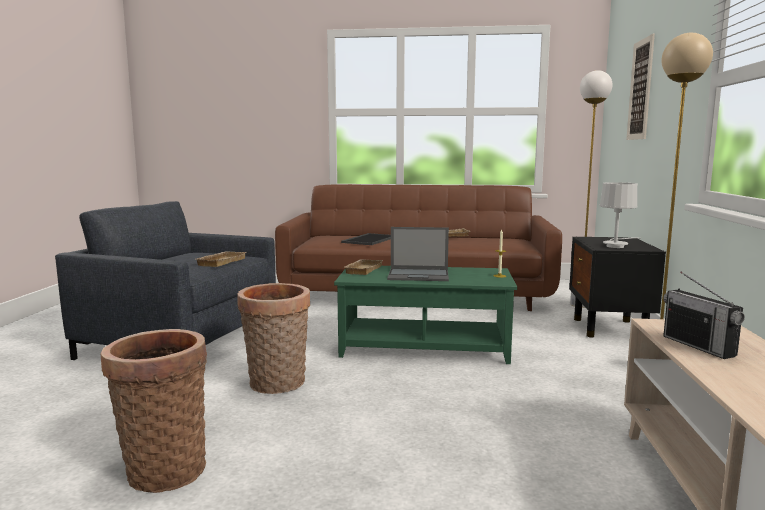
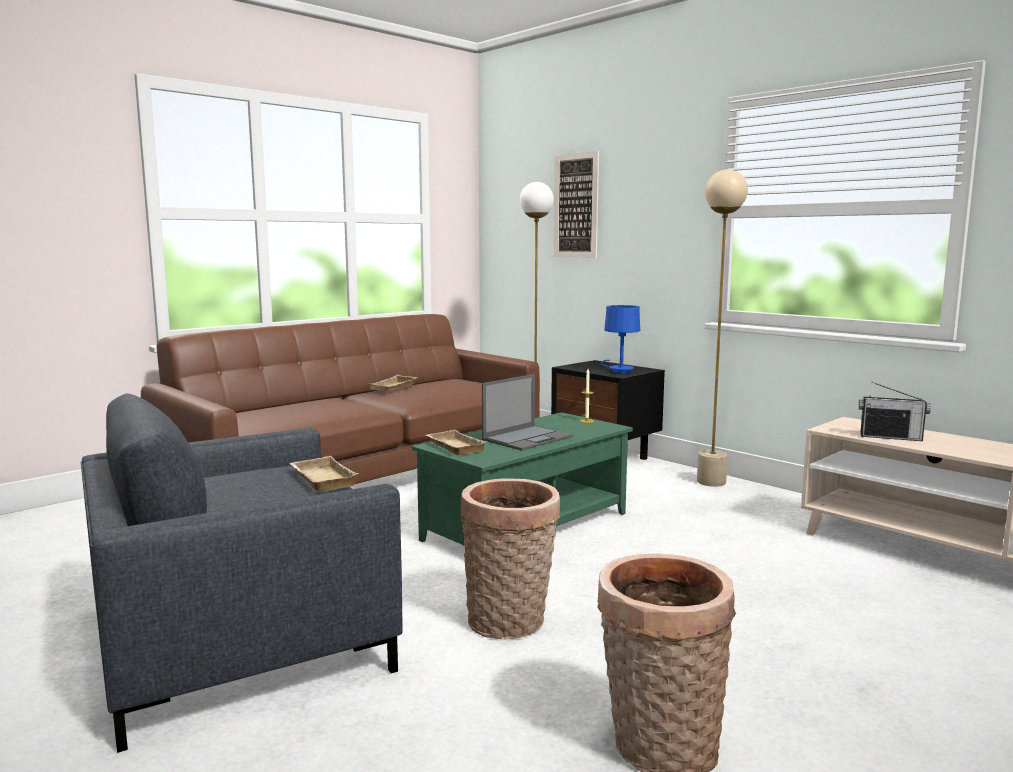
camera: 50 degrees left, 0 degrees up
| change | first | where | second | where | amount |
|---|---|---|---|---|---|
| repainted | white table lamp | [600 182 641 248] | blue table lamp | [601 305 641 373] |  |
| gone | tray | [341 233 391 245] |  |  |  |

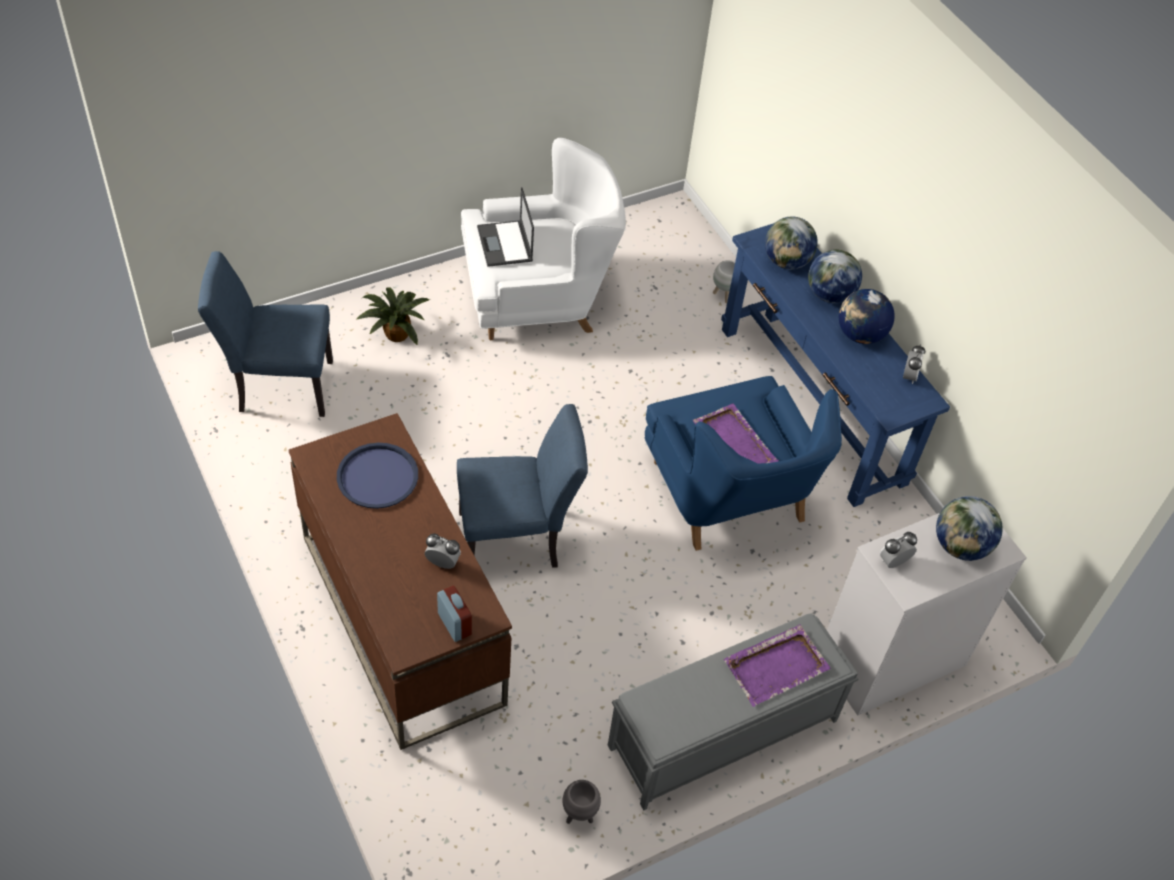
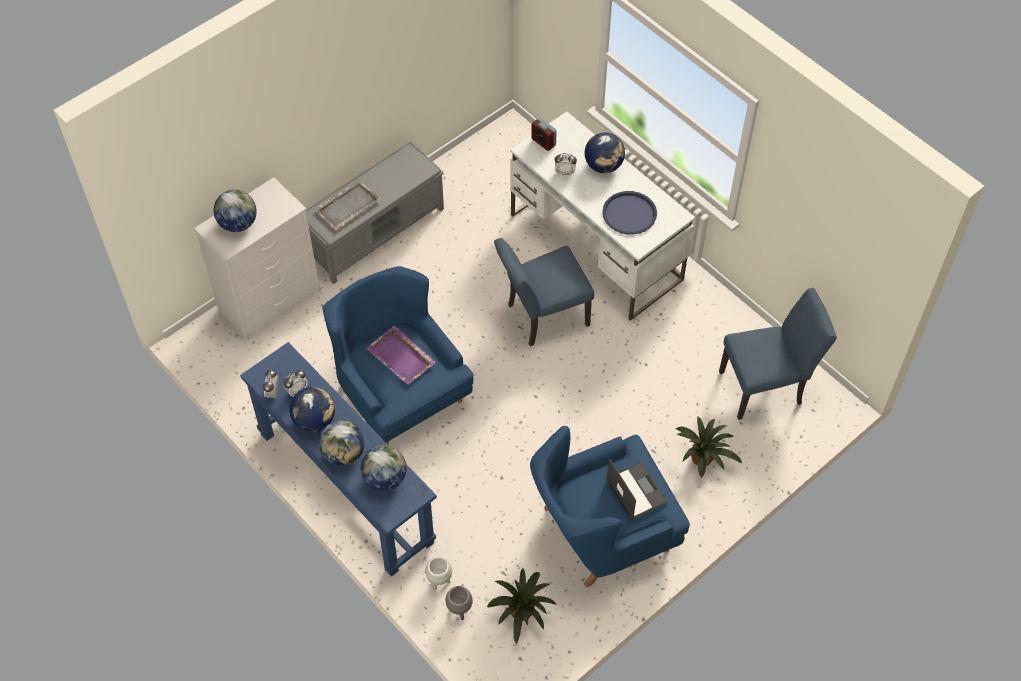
camera: 170 degrees right, 5 degrees up
| change | first | where | second | where | amount |
|---|---|---|---|---|---|
| repainted | white armchair | [461 138 626 340] | blue armchair | [530 426 690 587] |  |
| repainted | brown desk | [288 413 512 750] | white desk | [510 112 695 321] |  |
| shifted | alarm clock | [880 532 917 568] |  | [283 370 308 397] |  |
| repainted | purple tray | [724 625 831 707] | grey tray | [314 180 381 230] |  |
| shifted | grey planter | [562 780 601 824] |  | [445 586 473 620] |  |
| new |  |  | globe | [585 133 625 173] |  |
| new |  |  | potted plant | [487 568 557 644] |  |

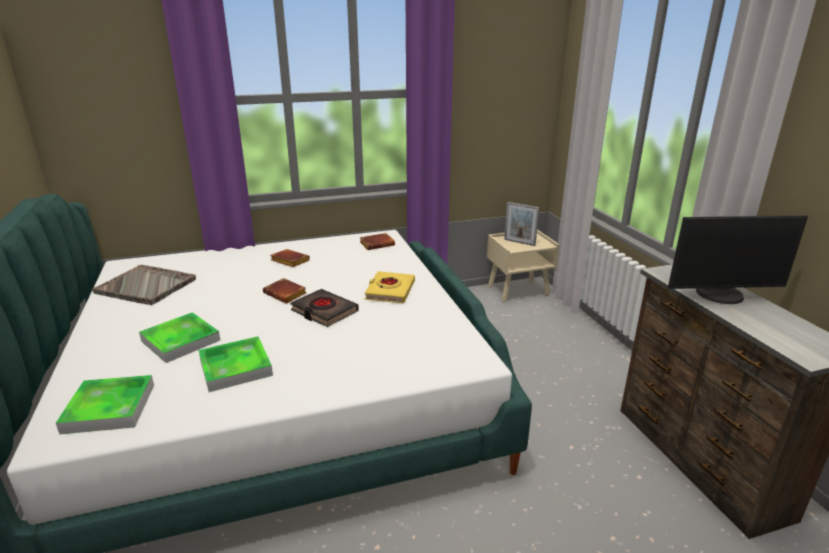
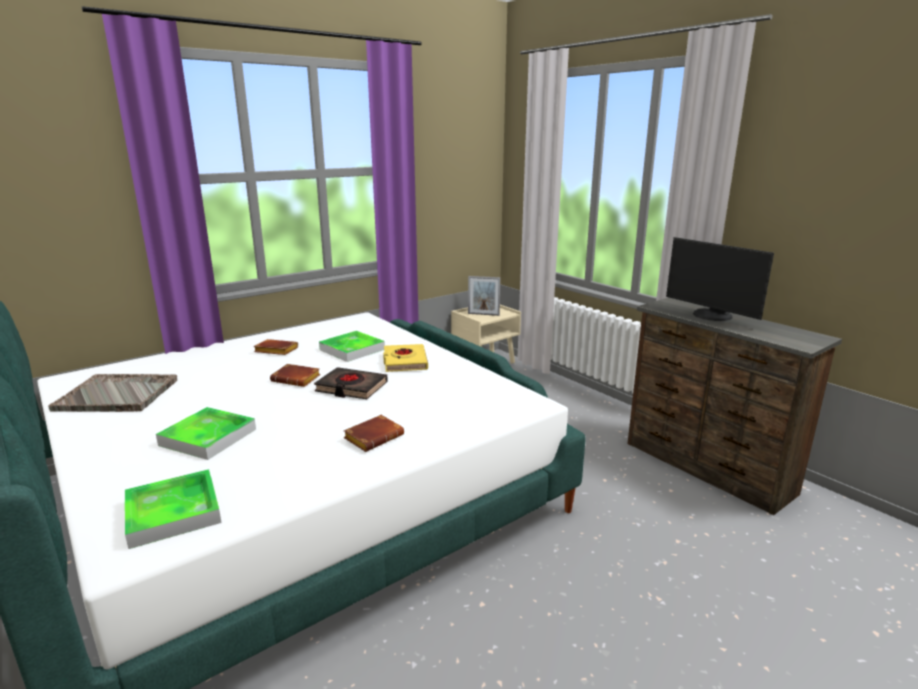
camera: 20 degrees left, 5 degrees down
| change | first | where | second | where | amount |
|---|---|---|---|---|---|
| rotated | monitor | [668 215 808 304] |  | [666 237 774 321] | 75 degrees clockwise |
| shifted | brown book | [360 233 395 250] |  | [344 415 404 452] |  |
| shifted | tray | [199 336 273 392] |  | [319 331 385 362] |  |

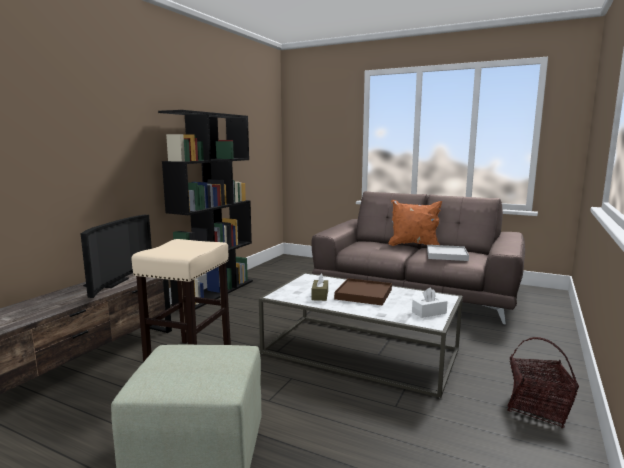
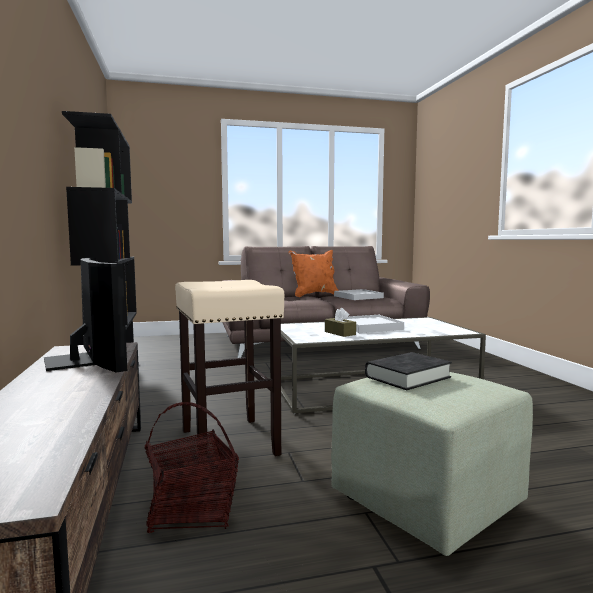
camera: 40 degrees left, 5 degrees down
| change | first | where | second | where | amount |
|---|---|---|---|---|---|
| repainted | brown tray | [334 278 392 306] | white tray | [345 315 404 333] |  |
| gone | white tissue box | [412 287 447 318] |  |  |  |
| shifted | basket | [507 337 579 428] |  | [145 402 239 533] |  |
| new |  |  | black book | [365 352 452 390] |  |

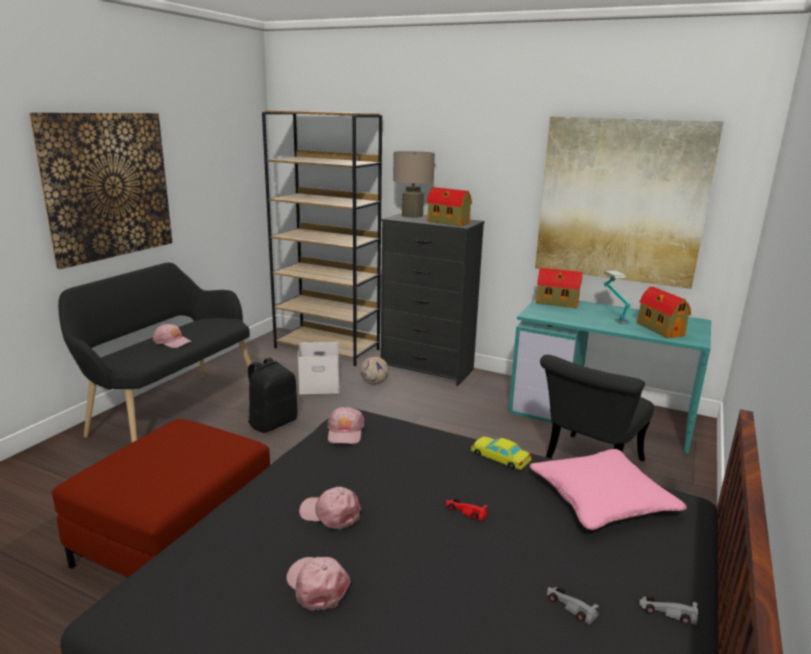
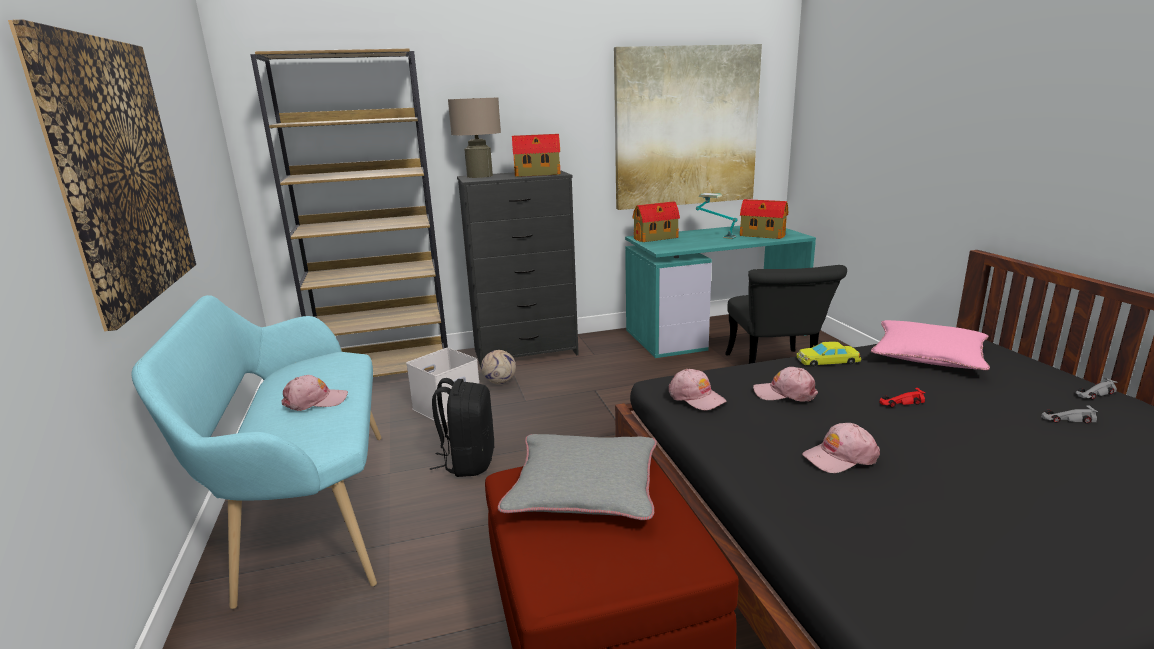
camera: 40 degrees left, 0 degrees up
| change | first | where | second | where | amount |
|---|---|---|---|---|---|
| repainted | black bench | [58 263 252 442] | turquoise bench | [131 295 381 609] |  |
| shifted | pink cap | [286 557 350 610] |  | [753 367 818 402] |  |
| new |  |  | grey pillow | [498 434 657 520] |  |

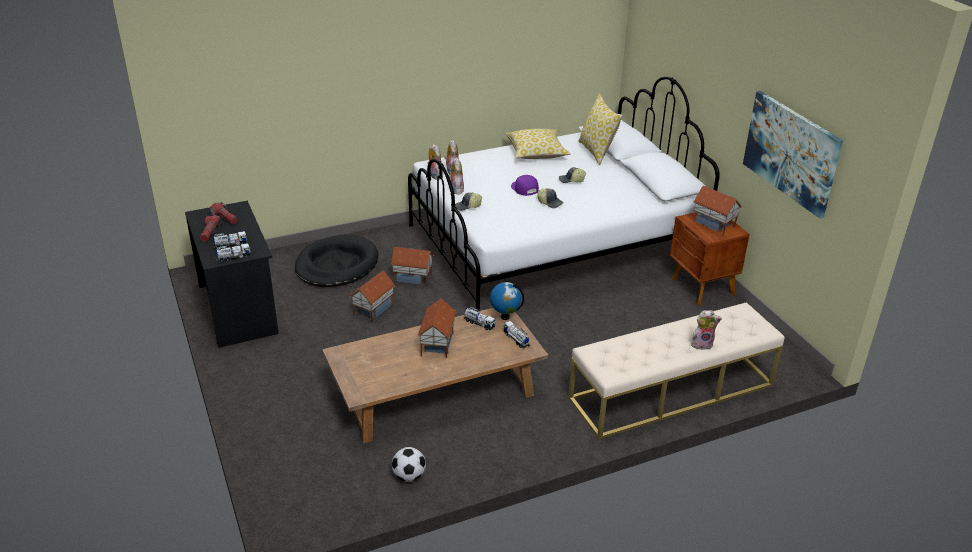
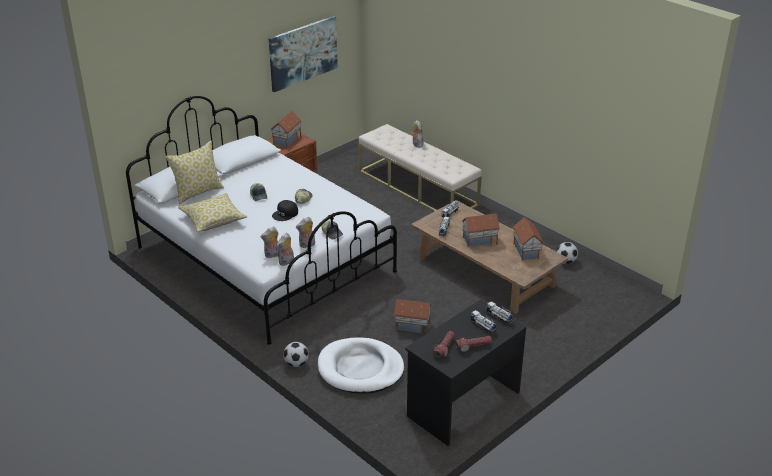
camera: 110 degrees left, 0 degrees up
| change | first | where | second | where | amount |
|---|---|---|---|---|---|
| repainted | purple cap | [511 175 539 196] | black cap | [272 200 298 221] |  |
| repainted | black dog bed | [295 235 378 287] | white dog bed | [318 337 404 394] |  |
| shifted | toy house | [391 247 434 287] |  | [512 217 544 261] |  |
| gone | globe | [490 282 524 320] |  |  |  |
| new |  |  | football | [283 342 309 367] |  |

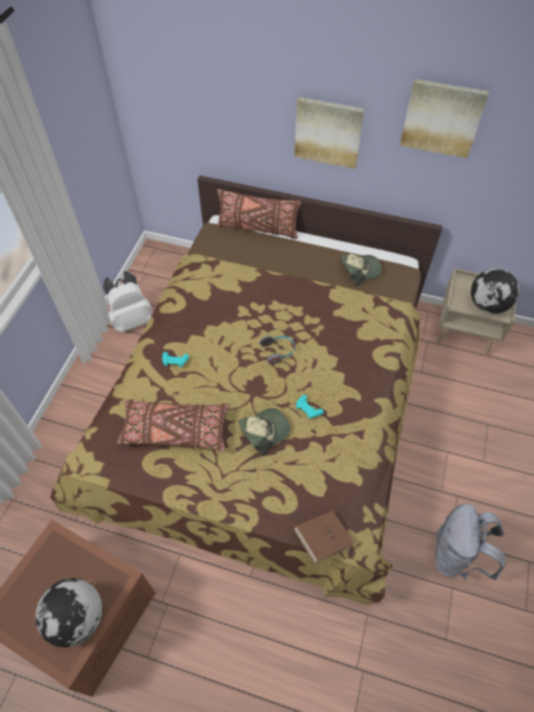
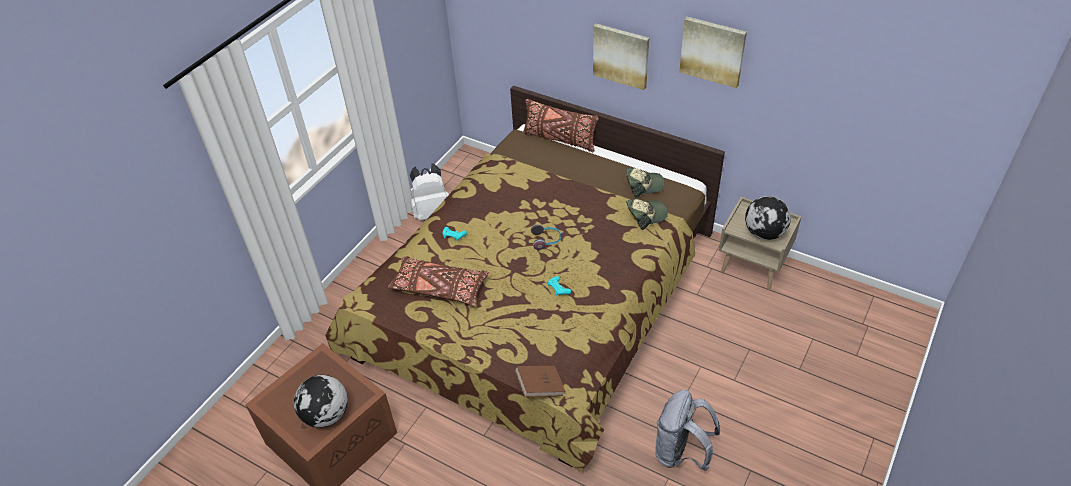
camera: 15 degrees right, 10 degrees down
| change | first | where | second | where | amount |
|---|---|---|---|---|---|
| shifted | cap | [238 408 290 456] |  | [626 199 668 230] |  |

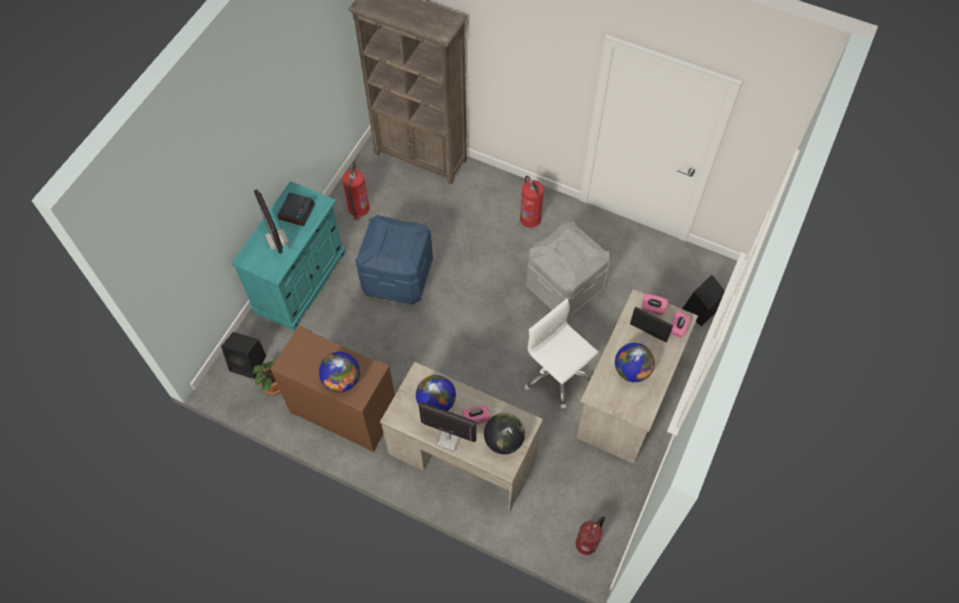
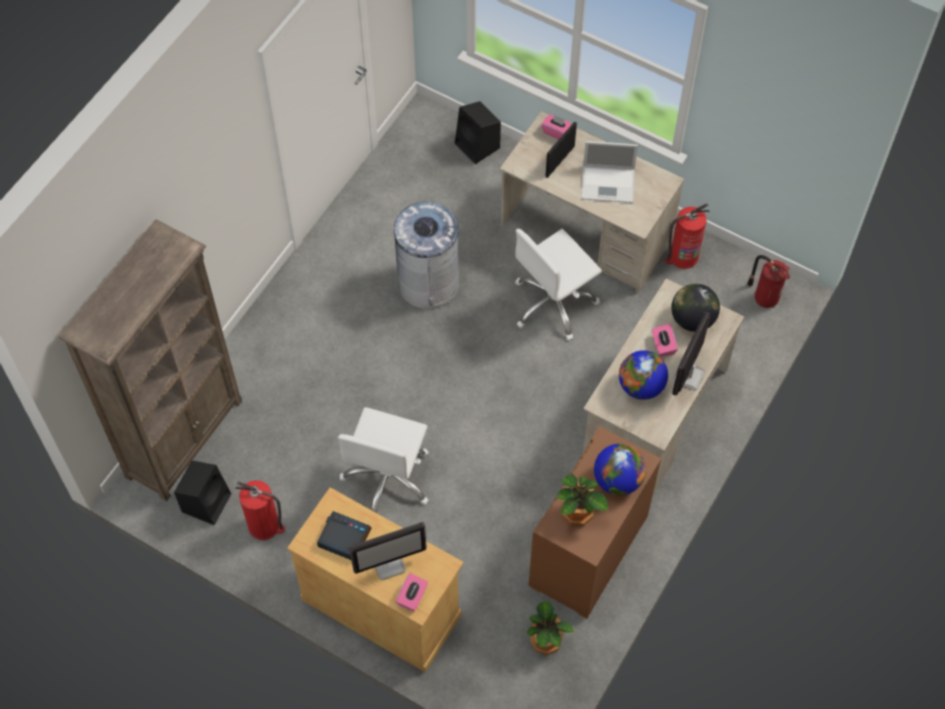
camera: 85 degrees left, 0 degrees up
| change | first | where | second | where | amount |
|---|---|---|---|---|---|
| shifted | fire extinguisher | [520 175 544 228] |  | [665 203 710 269] |  |
| repainted | turquoise cabinet | [231 181 346 331] | beige cabinet | [287 487 464 672] |  |
| swapped | blue storage box | [355 214 433 305] | white office chair | [338 407 429 513] |  |
| swapped | grey storage box | [526 221 610 318] | grey trash can | [394 202 461 309] |  |
| shifted | pink tissue box | [641 294 668 316] |  | [396 573 428 611] |  |
| shifted | black speaker | [221 332 266 379] |  | [174 461 231 525] |  |
| swapped | globe | [615 343 655 382] | laptop | [581 141 638 203] |  |
| new |  |  | potted plant | [556 474 608 526] |  |

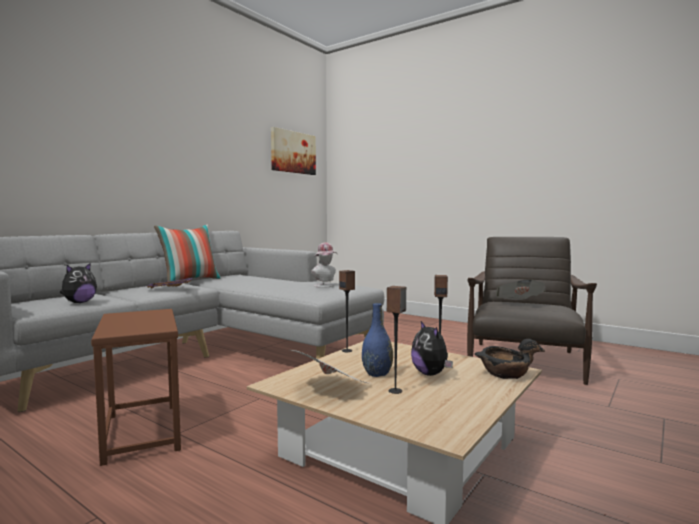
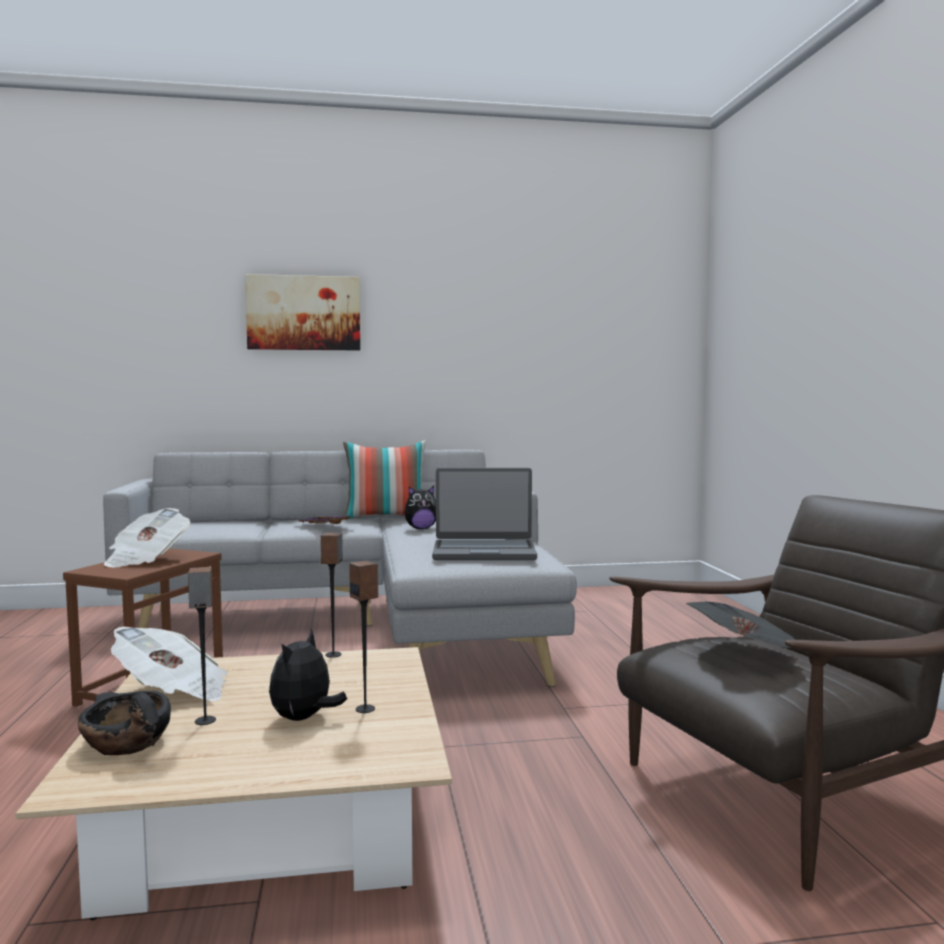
camera: 45 degrees right, 0 degrees up
| change | first | where | second | where | amount |
|---|---|---|---|---|---|
| shifted | picture | [271 127 316 175] |  | [245 274 360 351] |  |
| swapped | hat | [311 242 337 288] | laptop | [432 468 537 560] |  |
| shifted | plush toy | [60 263 97 303] |  | [404 486 436 529] |  |
| gone | blue vase | [362 303 393 377] |  |  |  |
| shifted | black bowl | [475 339 545 379] |  | [78 691 171 755] |  |
| new |  |  | newspaper | [104 508 190 567] |  |

